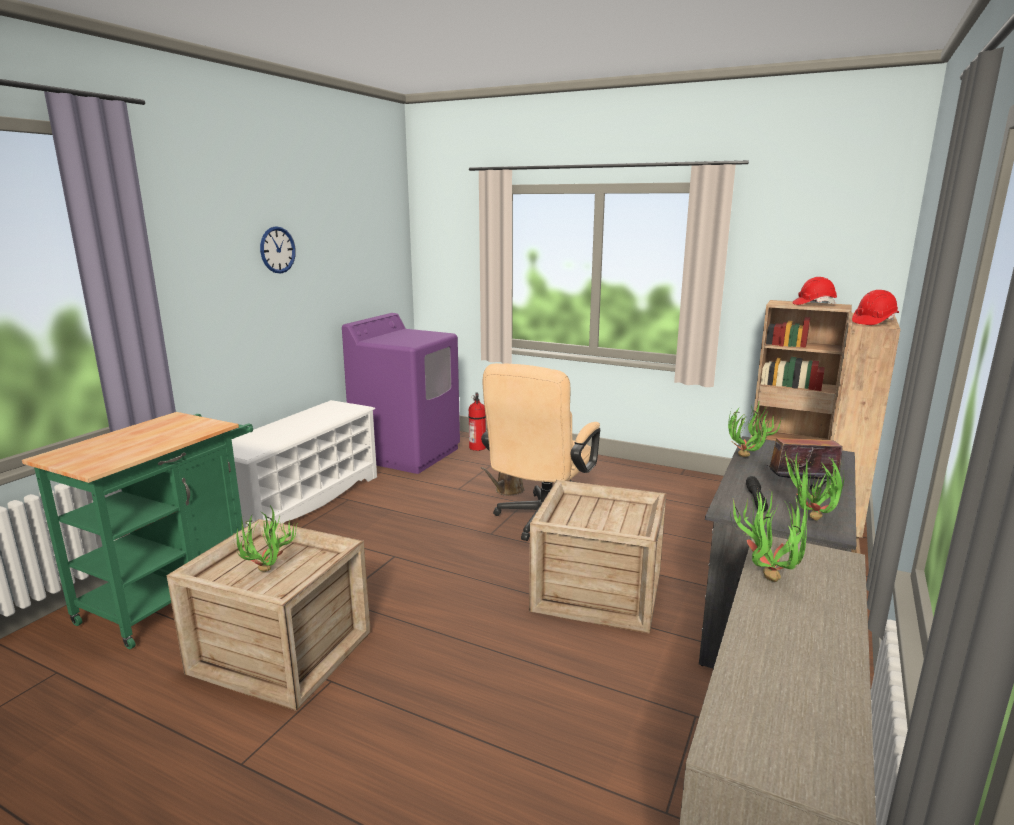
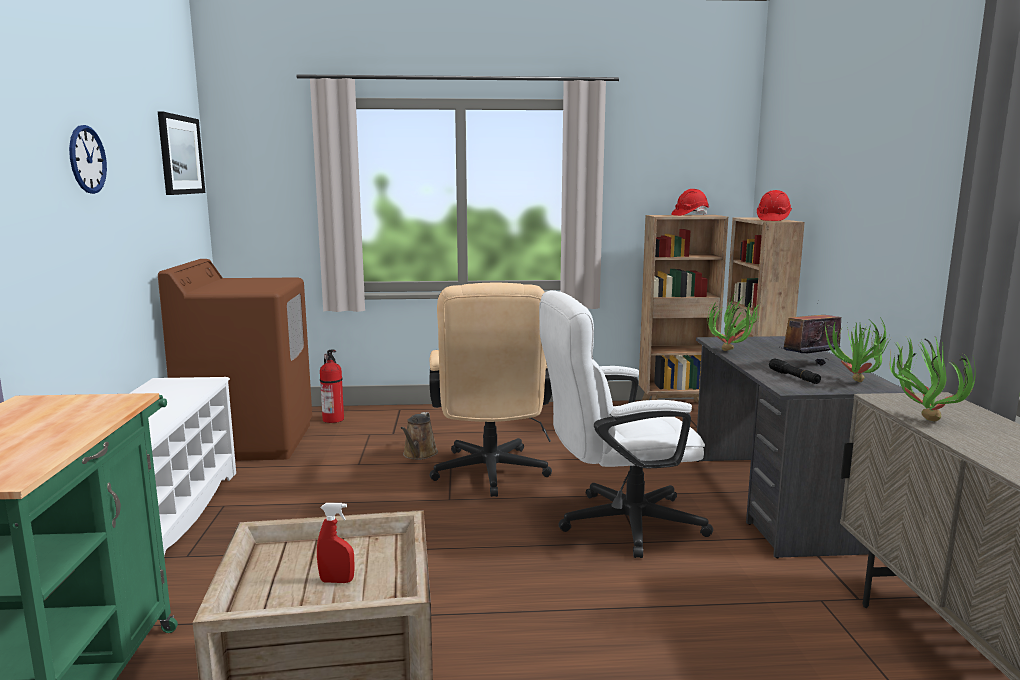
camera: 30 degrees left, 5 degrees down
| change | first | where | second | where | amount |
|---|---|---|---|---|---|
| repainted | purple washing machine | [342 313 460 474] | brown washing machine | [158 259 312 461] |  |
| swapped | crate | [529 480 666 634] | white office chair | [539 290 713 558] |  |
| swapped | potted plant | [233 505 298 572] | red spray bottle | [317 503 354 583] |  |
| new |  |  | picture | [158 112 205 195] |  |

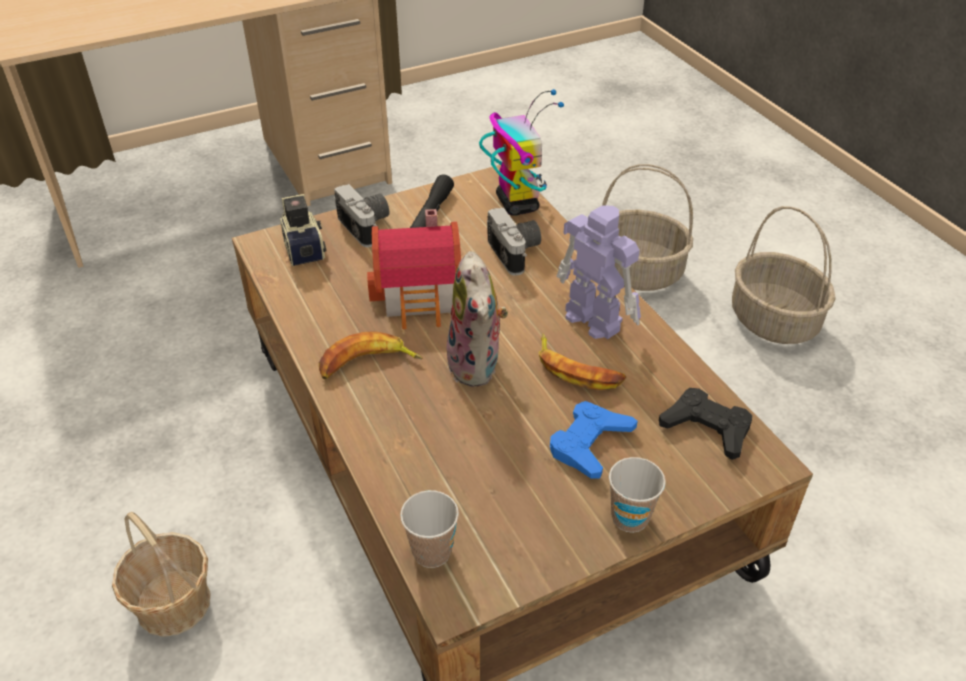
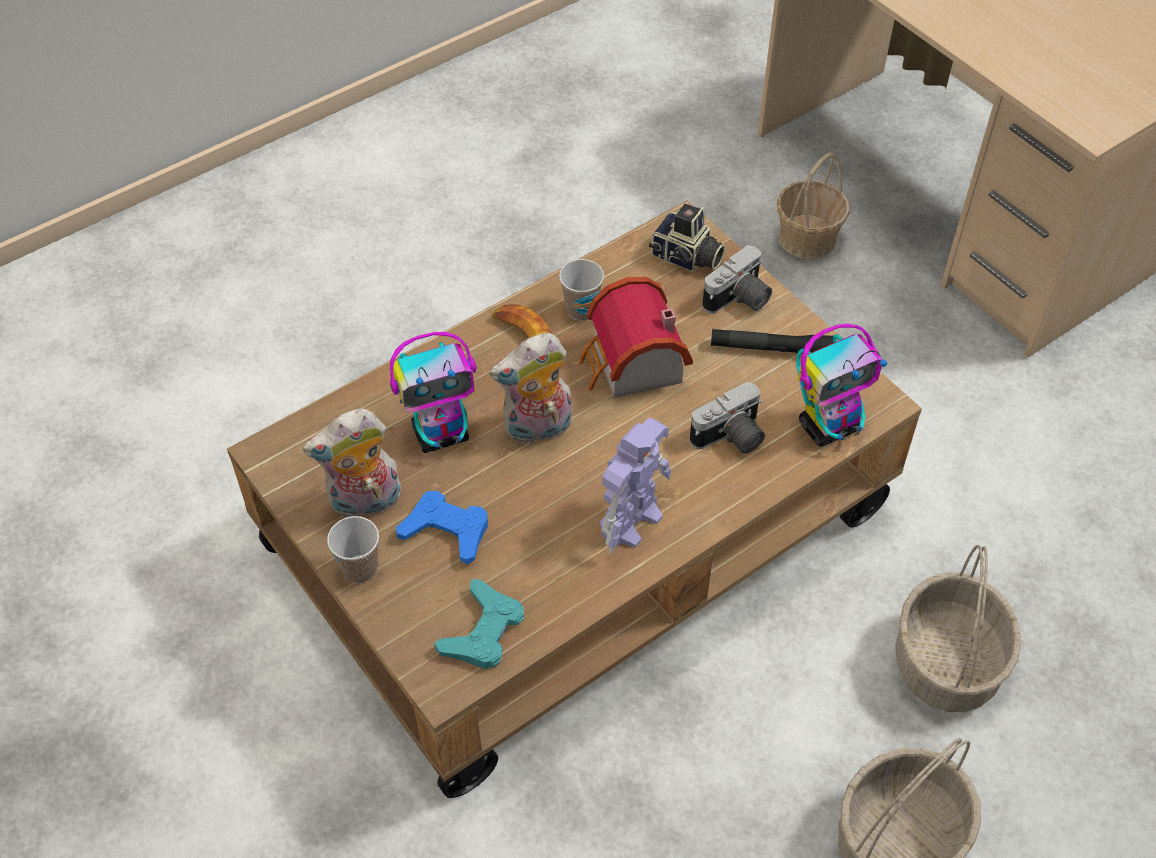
camera: 80 degrees right, 10 degrees up
| change | first | where | second | where | amount |
|---|---|---|---|---|---|
| rotated | photo camera | [280 194 327 267] |  | [649 204 726 272] | 60 degrees clockwise |
| gone | banana | [539 333 626 390] |  |  |  |
| repainted | black game controller | [659 388 752 460] | turquoise game controller | [434 579 524 669] |  |
| shifted | cup | [400 490 459 568] |  | [559 259 604 321] |  |
| shifted | basket | [112 512 211 637] |  | [777 152 850 259] |  |
| new |  |  | toy robot | [390 332 477 453] |  |
| new |  |  | plush toy | [303 408 401 517] |  |

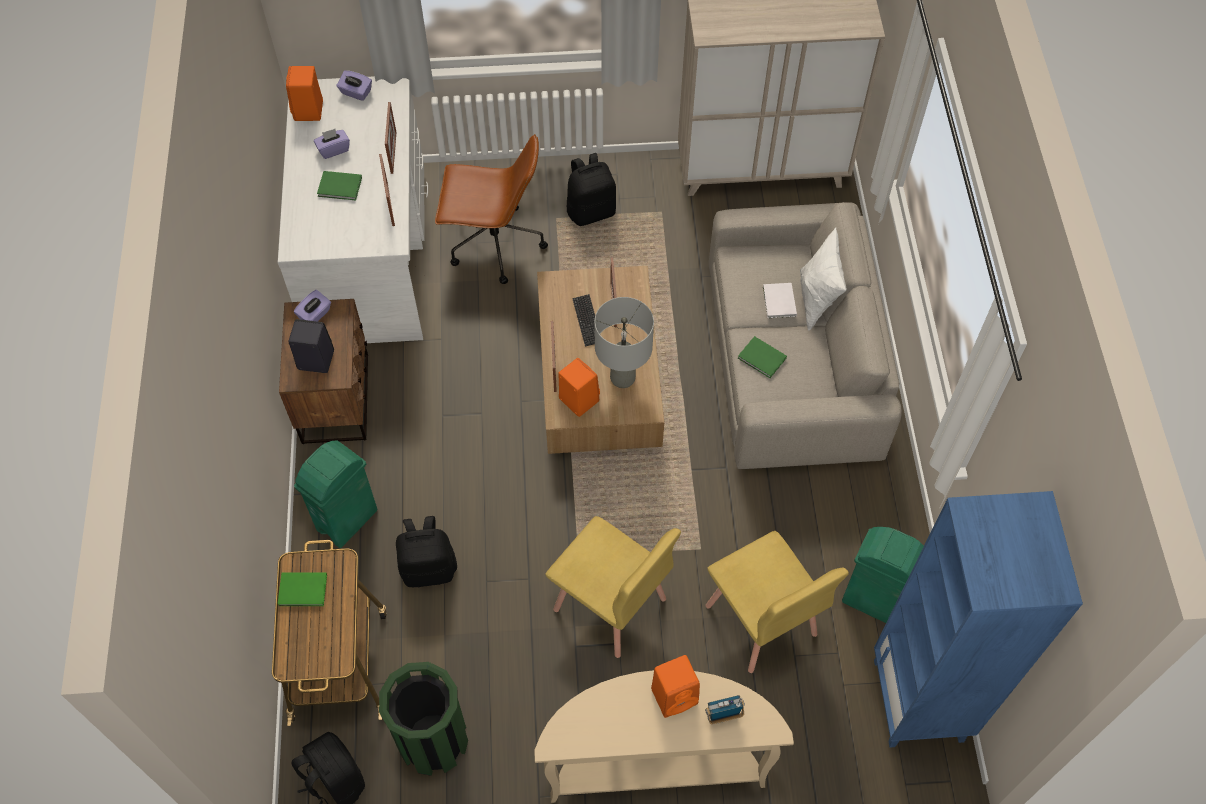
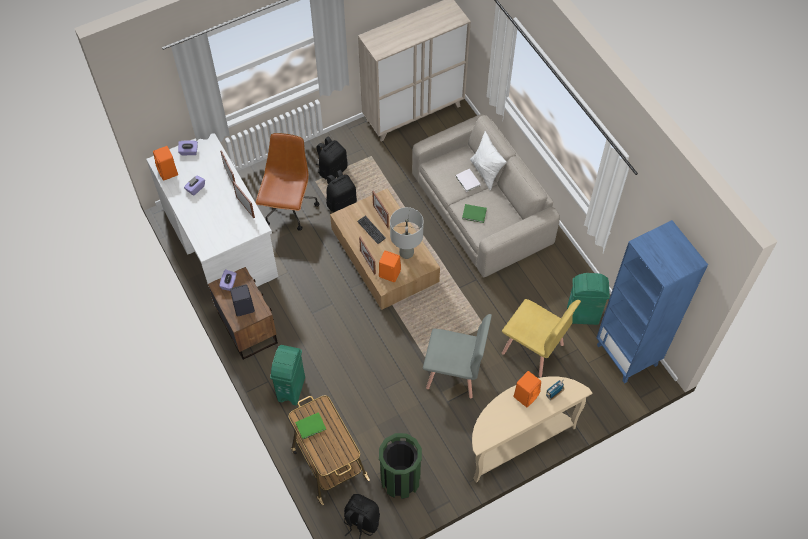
camera: 25 degrees left, 0 degrees up
| change | first | where | second | where | amount |
|---|---|---|---|---|---|
| rotated | brown office chair | [435 134 548 284] |  | [256 133 319 231] | 60 degrees counterclockwise |
| gone | green book | [317 171 362 200] |  |  |  |
| shifted | black backpack | [396 516 457 587] |  | [326 170 357 212] |  |
| repainted | yellow chair | [545 516 681 658] | grey chair | [423 314 492 398] |  |

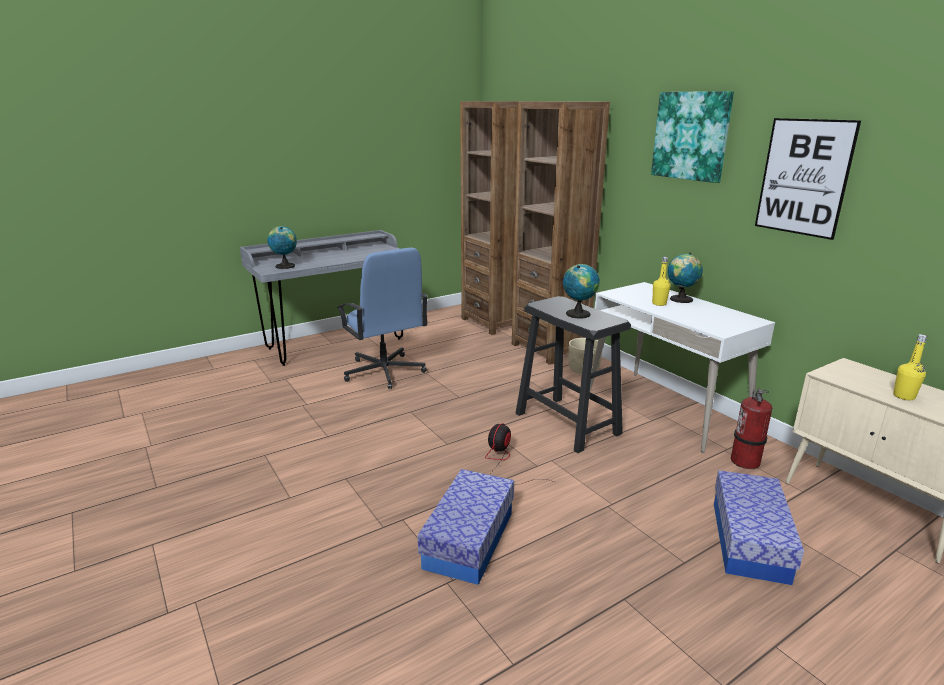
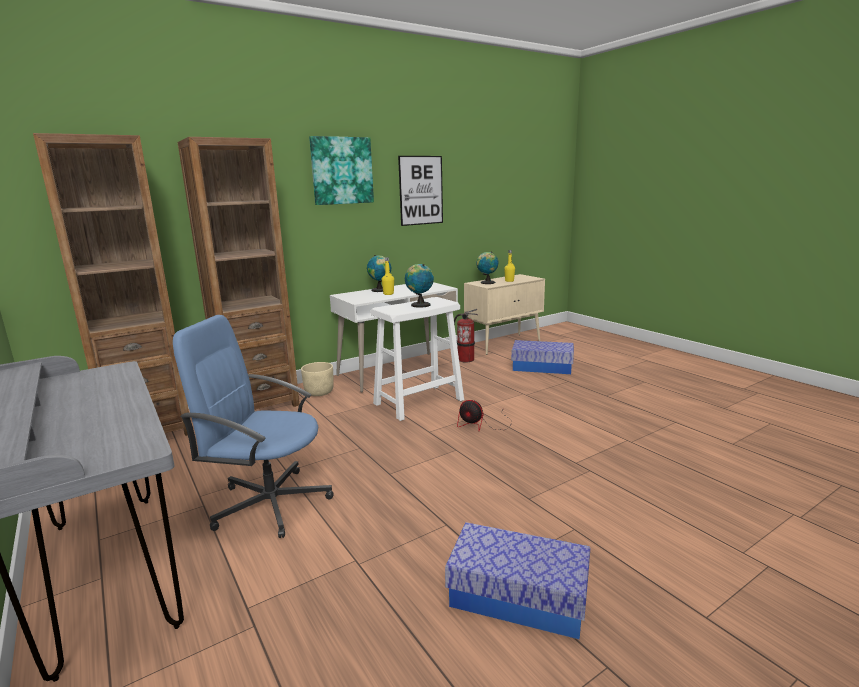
camera: 90 degrees left, 5 degrees down
| change | first | where | second | where | amount |
|---|---|---|---|---|---|
| shifted | globe | [267 226 297 269] |  | [477 251 498 284] |  |
| rotated | blue office chair | [337 248 428 389] |  | [173 315 334 538] | 135 degrees counterclockwise |
| repainted | black stool | [515 296 631 453] | white stool | [370 297 464 421] |  |
| shifted | storage box | [418 469 514 585] |  | [445 522 590 640] |  |

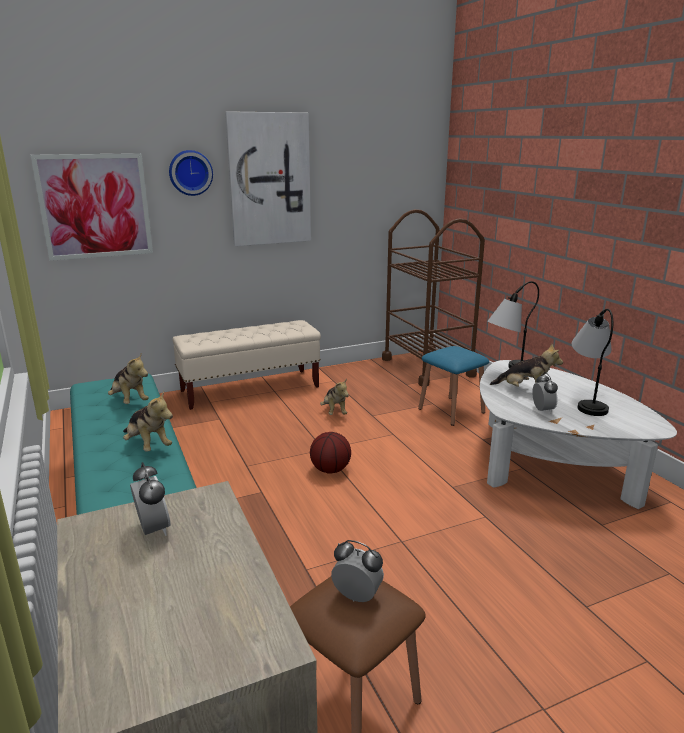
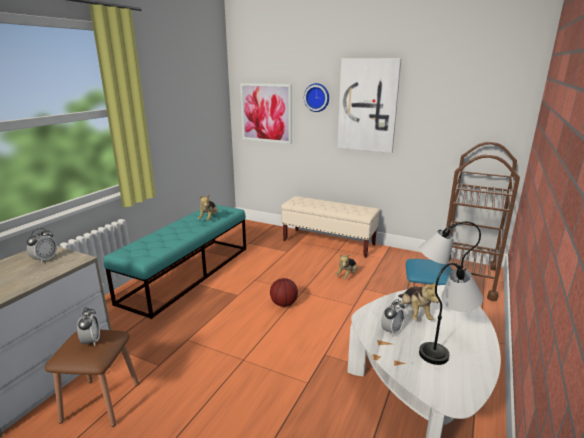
camera: 50 degrees right, 0 degrees up
| change | first | where | second | where | amount |
|---|---|---|---|---|---|
| gone | plush toy | [123 391 173 451] |  |  |  |

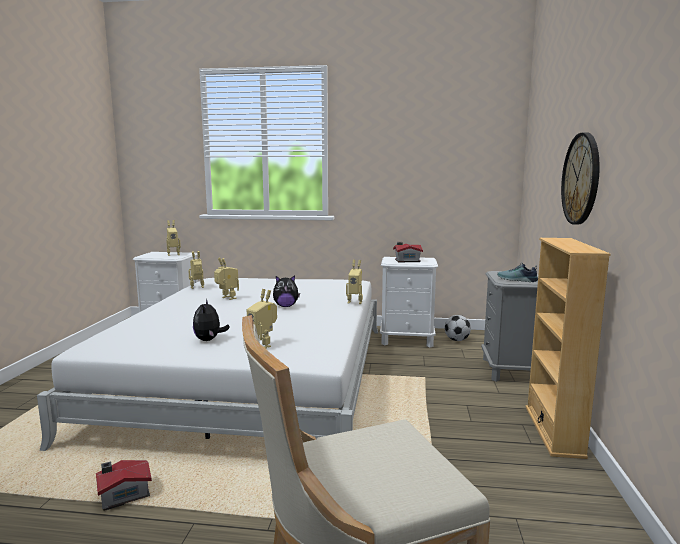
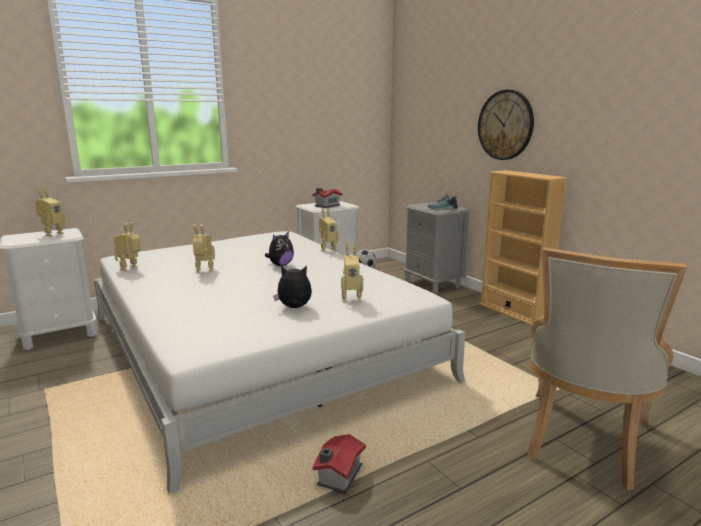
camera: 40 degrees left, 5 degrees up
| change | first | where | second | where | amount |
|---|---|---|---|---|---|
| rotated | plush toy | [193 299 230 341] |  | [273 266 312 308] | 135 degrees clockwise |

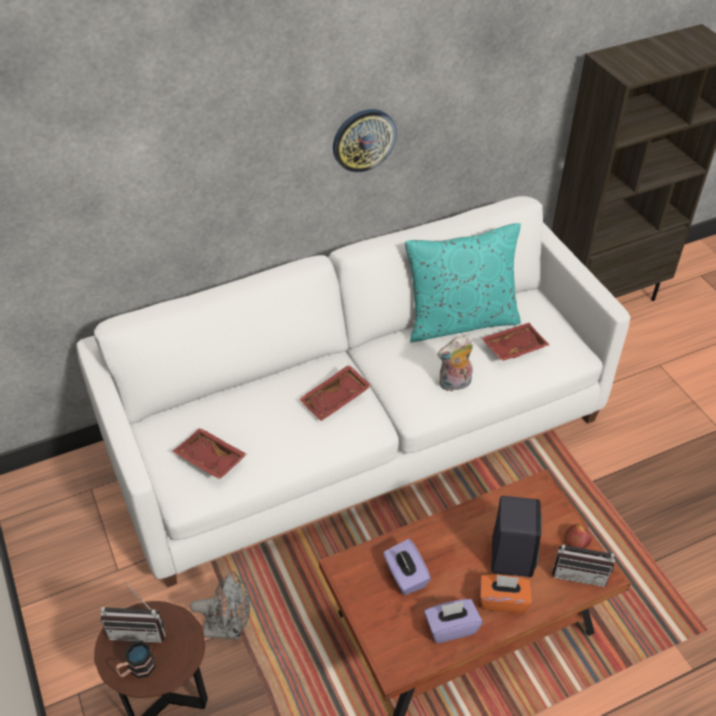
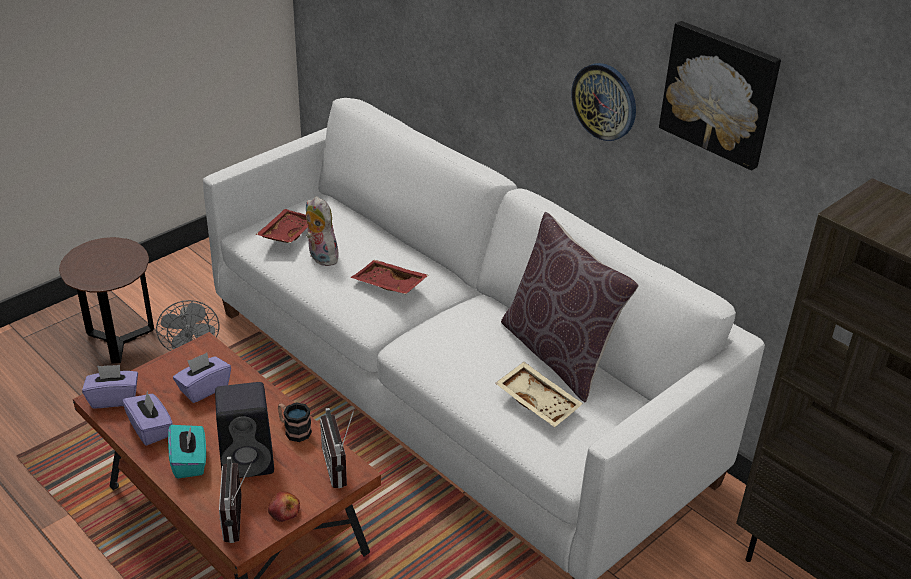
camera: 70 degrees right, 10 degrees down
| change | first | where | second | where | amount |
|---|---|---|---|---|---|
| repainted | turquoise pillow | [405 223 521 342] | brown pillow | [501 212 639 402] |  |
| repainted | red tray | [481 323 550 361] | beige tray | [495 362 583 428] |  |
| shifted | plush toy | [437 335 473 392] |  | [306 196 339 266] |  |
| repainted | orange tissue box | [480 574 532 613] | turquoise tissue box | [168 425 206 478] |  |
| shifted | radio | [101 582 166 643] |  | [320 407 355 488] |  |
| shifted | mug | [115 640 155 678] |  | [278 402 312 442] |  |
| new |  |  | picture | [659 21 781 170] |  |
| new |  |  | purple tissue box | [82 365 138 408] |  |

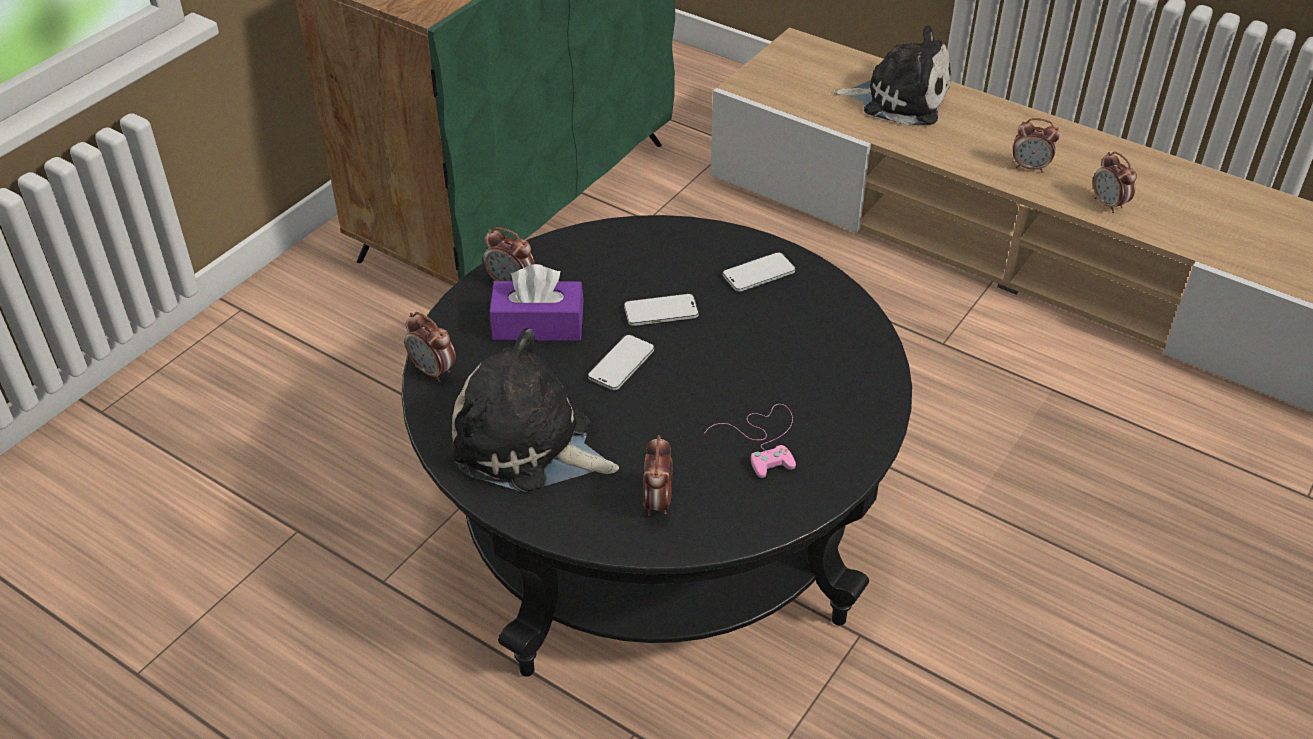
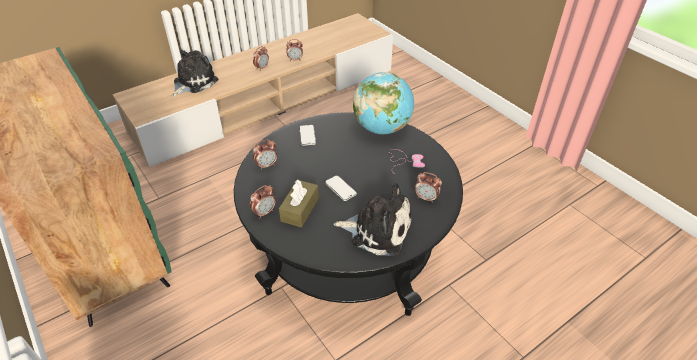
camera: 70 degrees left, 0 degrees up
| change | first | where | second | where | amount |
|---|---|---|---|---|---|
| repainted | purple tissue box | [489 264 584 341] | brown tissue box | [279 180 319 227] |  |
| gone | phone | [624 294 699 326] |  |  |  |
| shifted | alarm clock | [404 312 456 382] |  | [253 140 277 170] |  |
| rotated | plush toy | [449 328 619 492] |  | [334 183 412 256] | 120 degrees counterclockwise |
| new |  |  | globe | [353 72 414 134] |  |

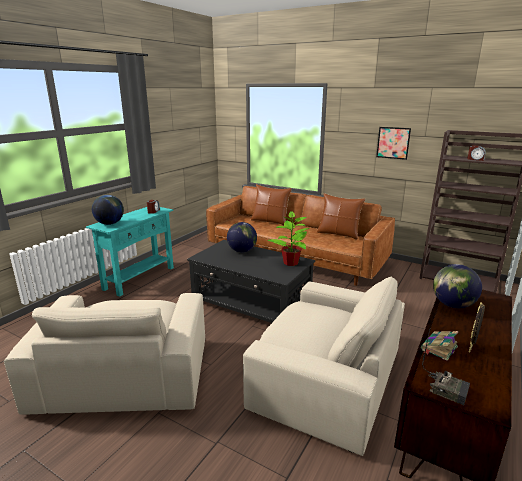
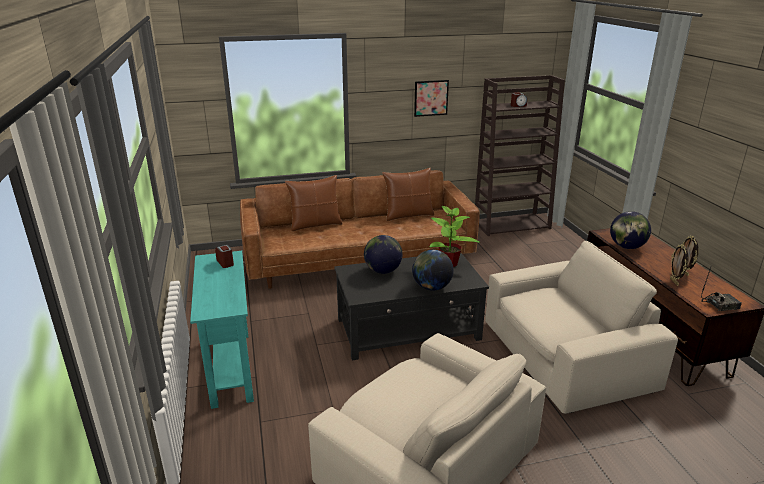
camera: 45 degrees left, 5 degrees up
| change | first | where | second | where | amount |
|---|---|---|---|---|---|
| shifted | globe | [92 195 124 225] |  | [412 250 453 291] |  |
| swapped | book | [421 331 458 361] | picture frame | [670 244 688 286] |  |

